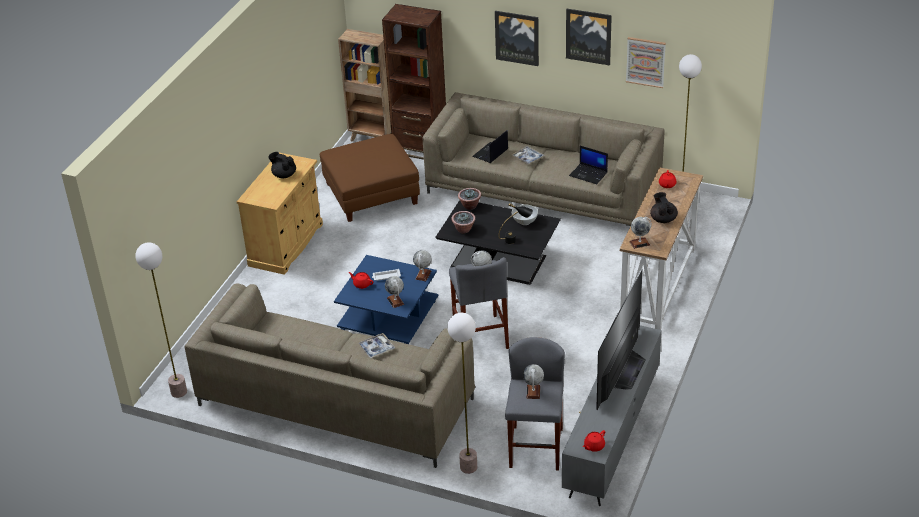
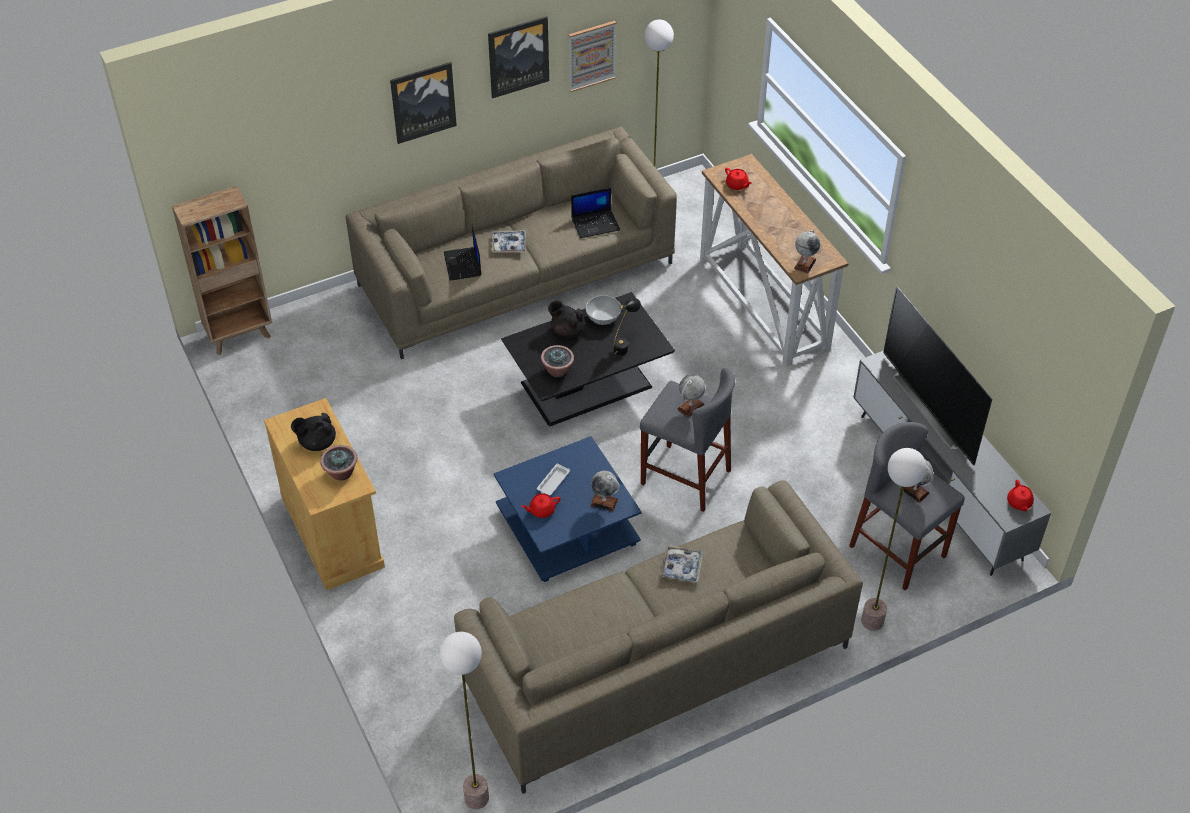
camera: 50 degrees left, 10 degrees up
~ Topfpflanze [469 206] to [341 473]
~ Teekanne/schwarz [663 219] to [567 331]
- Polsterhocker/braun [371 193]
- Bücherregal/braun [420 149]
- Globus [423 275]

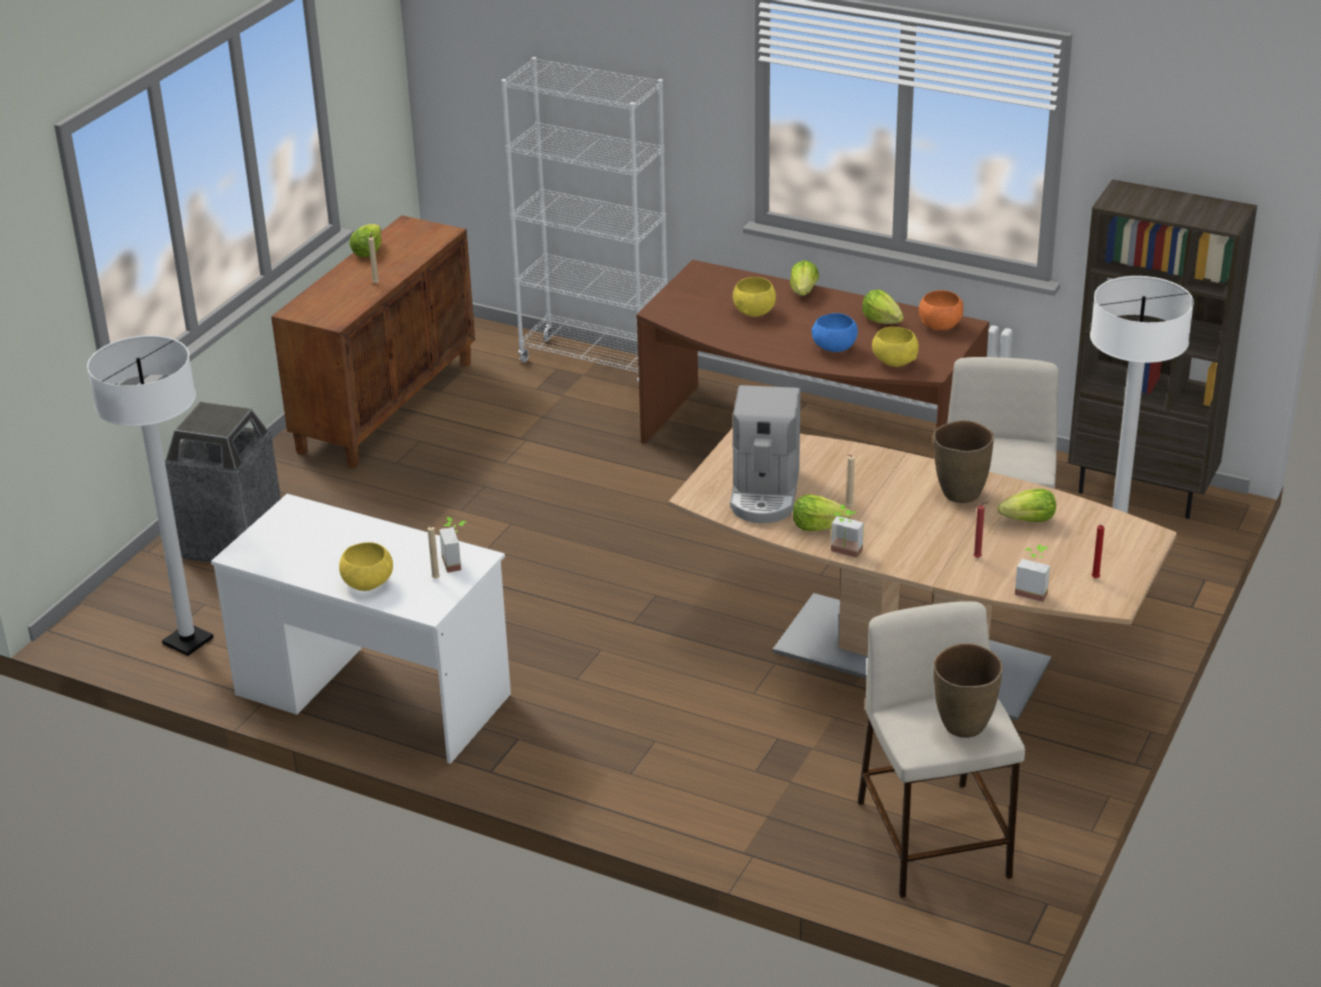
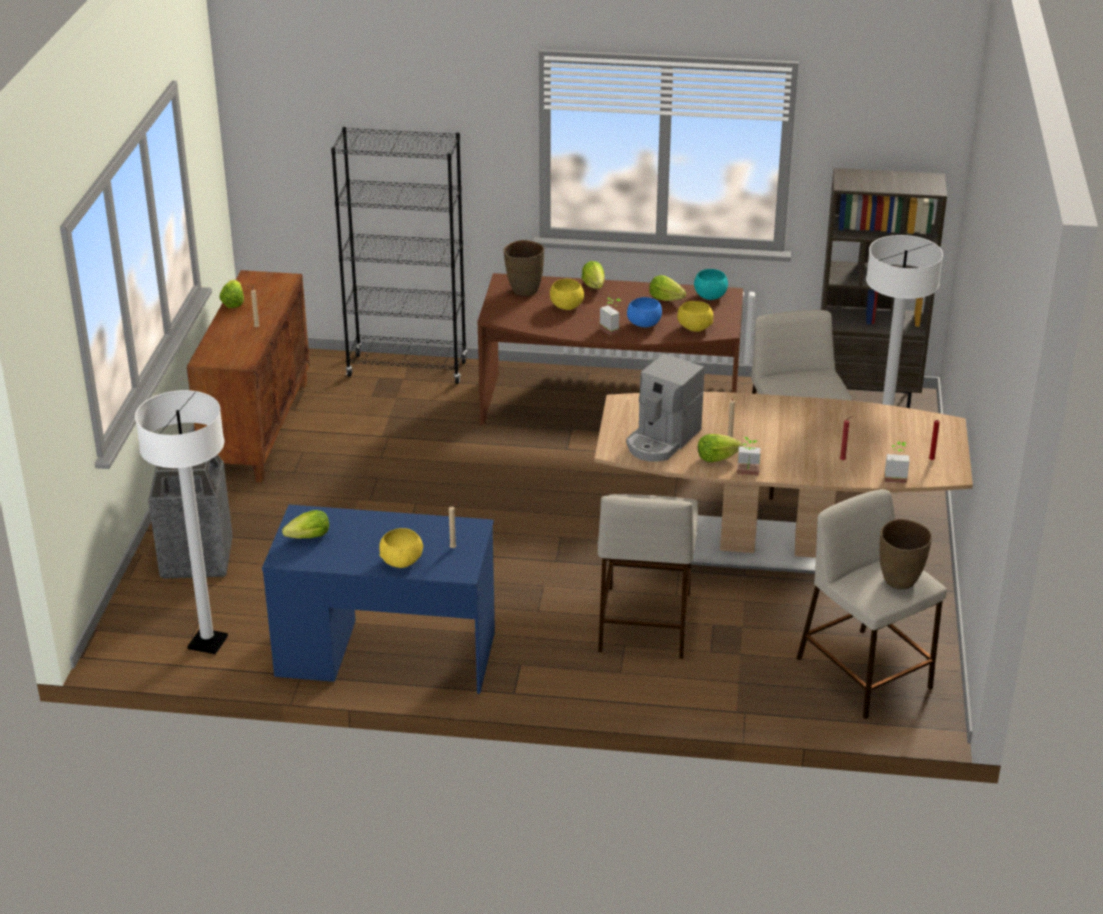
camera: 20 degrees left, 0 degrees up
~ Schreibtisch/weiß [372 695] to Schreibtisch/blau [386 654]
~ Salatkopf [1029 520] to [309 537]
~ Bücherregal/weiß [595 364] to Bücherregal/schwarz [407 369]
~ Vase/braun [960 493] to [524 290]
+ Hocker/beige [644 621]
~ Topfpflanze [457 562] to [612 329]
~ Kaffeemaschine [765 493] = [662 440] 45 degrees clockwise
~ Schüssel/orange [940 325] to Schüssel/türkis [710 296]

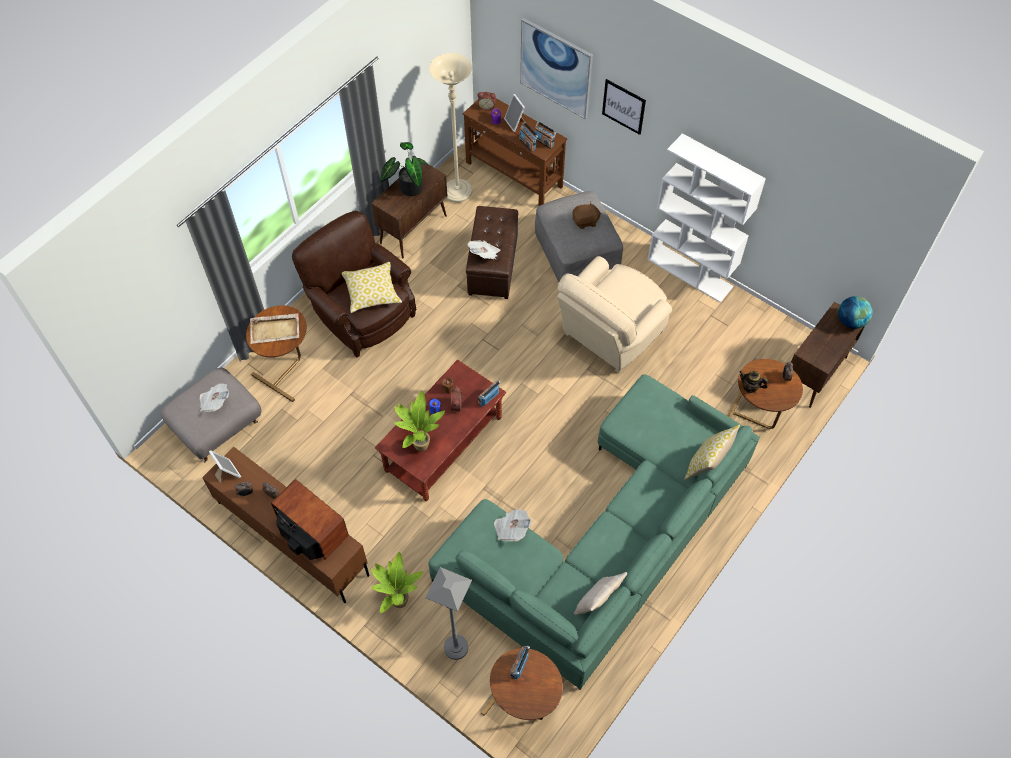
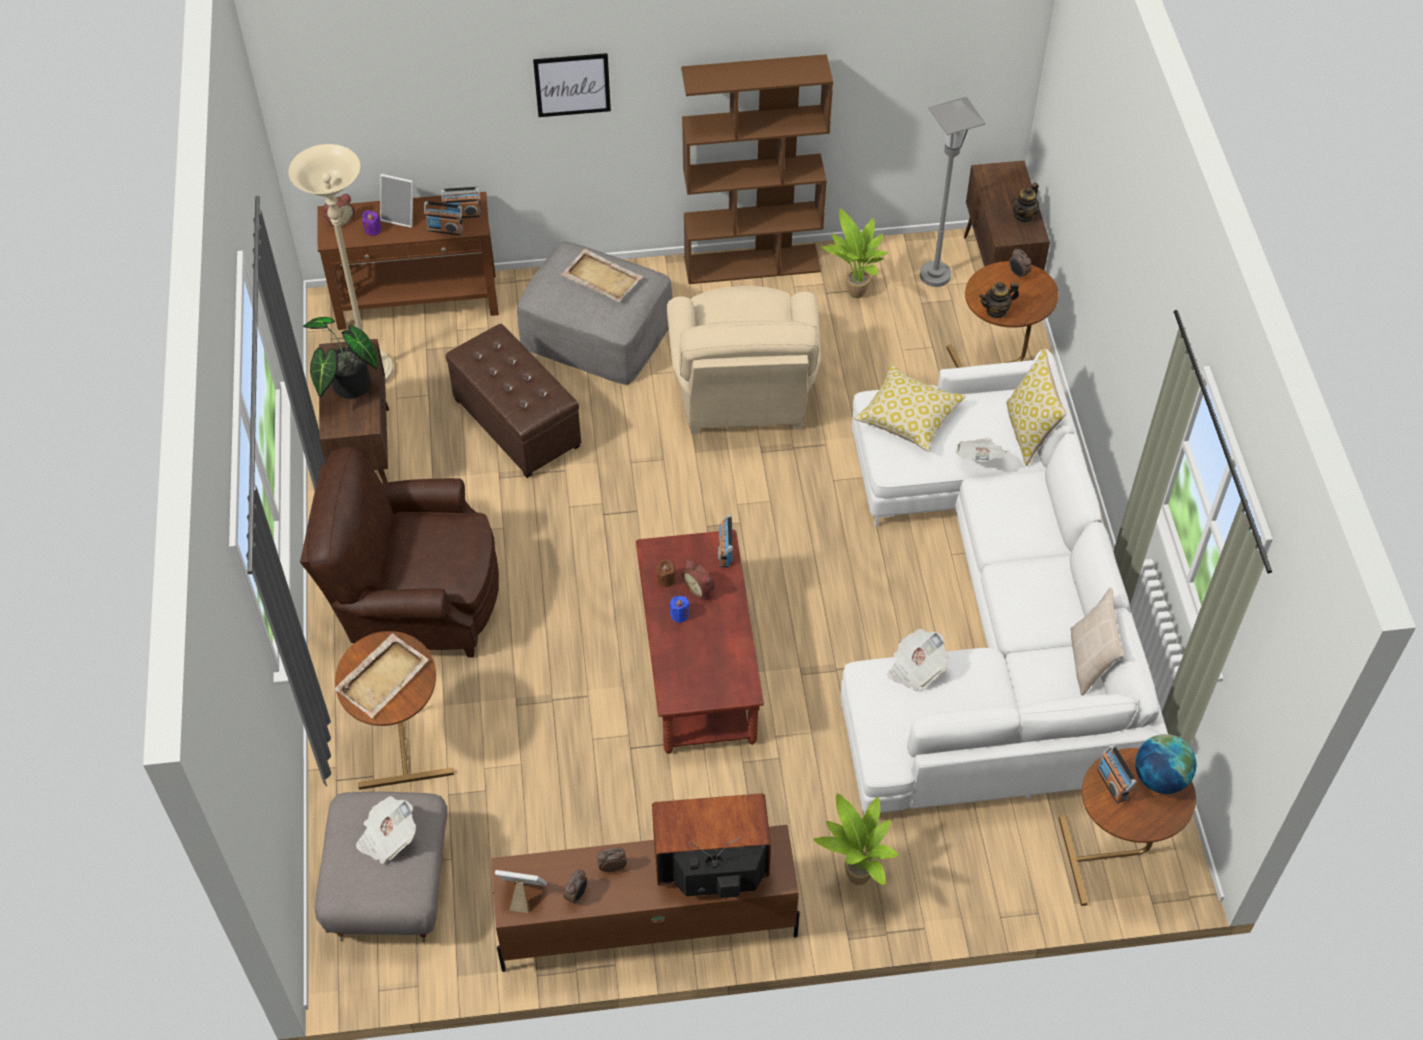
camera: 45 degrees left, 5 degrees down
~ Plüschtier/braun [585 221] to Tablett/beige [601 277]
~ Bücherregal/weiß [690 273] to Bücherregal/braun [752 264]
~ Topfpflanze [419 445] to [853 293]
~ Sofa/grün [603 540] to Sofa/weiß [991 615]
~ Kissen [372 292] to [908 417]
~ Stehlampe/grau [456 647] to [935 275]
~ Zeitung [484 254] to [979 458]
+ Teekanne [1024 216]
~ Globus [850 321] to [1160 778]
- Bild [556 68]

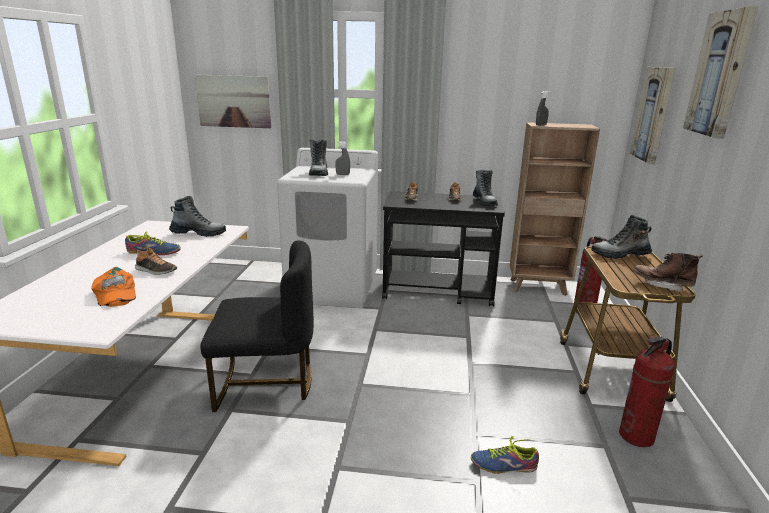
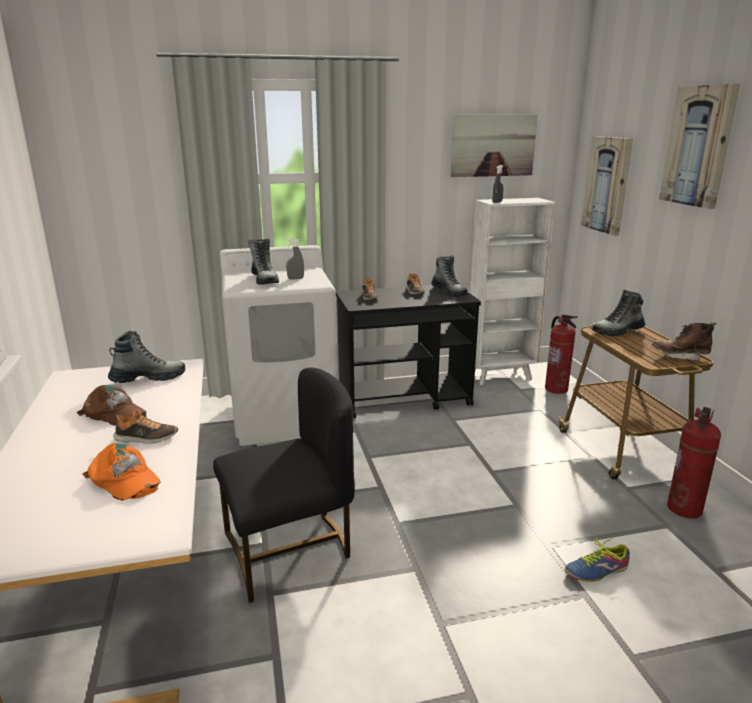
camera: 20 degrees left, 0 degrees up
~ Schuh [154 252] to Kappe/braun [114 413]
~ Bild [234 101] to [493 145]
~ Bücherregal/braun [539 287] to Bücherregal/weiß [501 376]

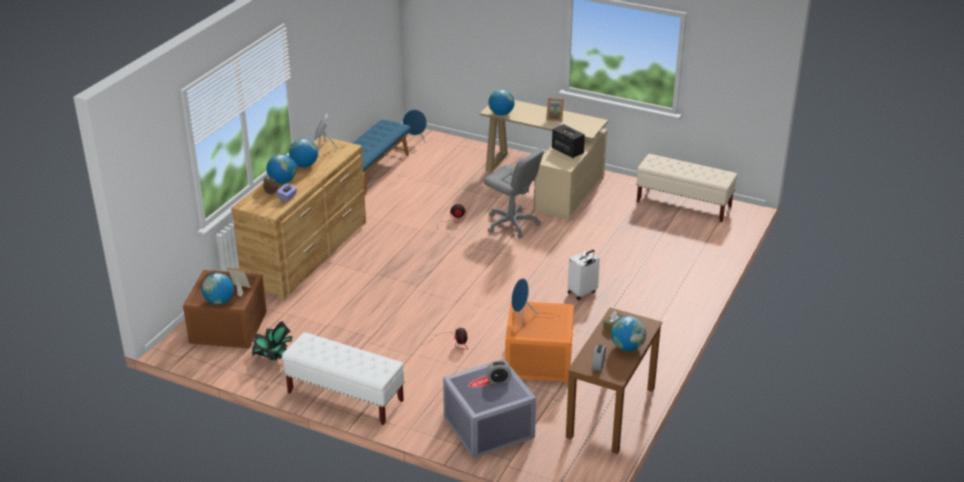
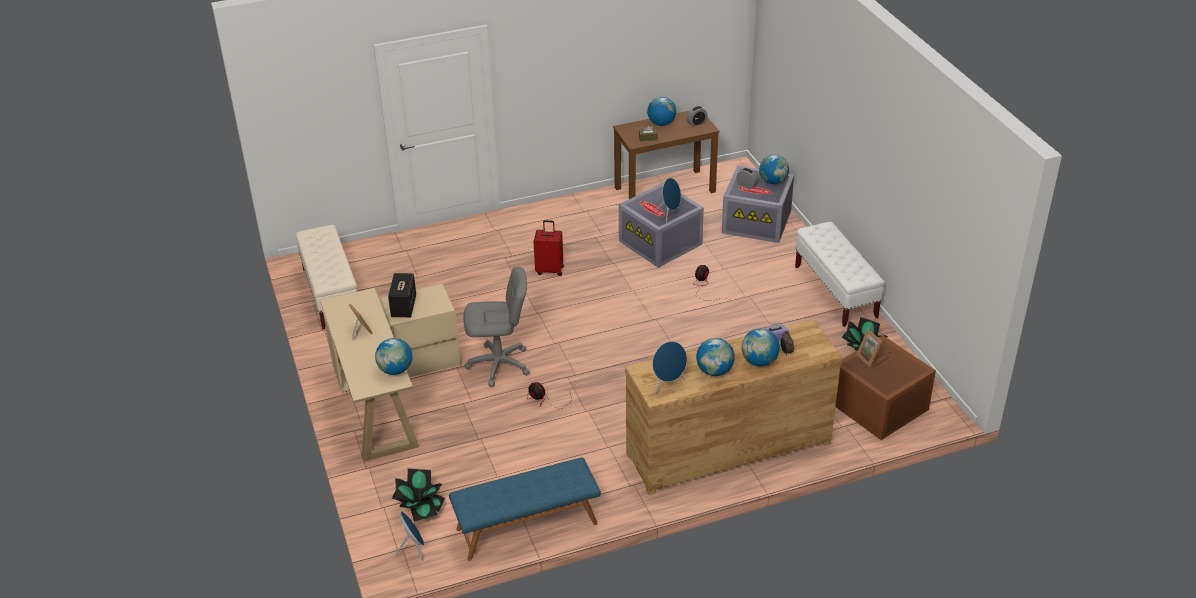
camera: 135 degrees left, 5 degrees up
+ Topfpflanze [420 509]
~ Bürostuhl/grau [512 224] = [499 365] 90 degrees clockwise
~ Koffer/weiß [582 293] to Koffer/rot [550 270]
~ Aufbewahrungsbox/orange [537 360] to Aufbewahrungsbox/grau [661 242]
~ Globus [219 301] to [773 181]

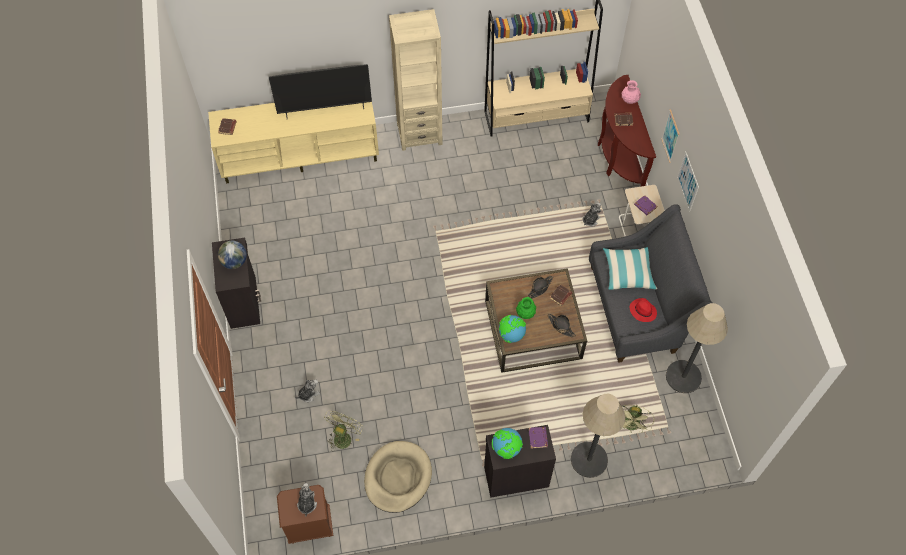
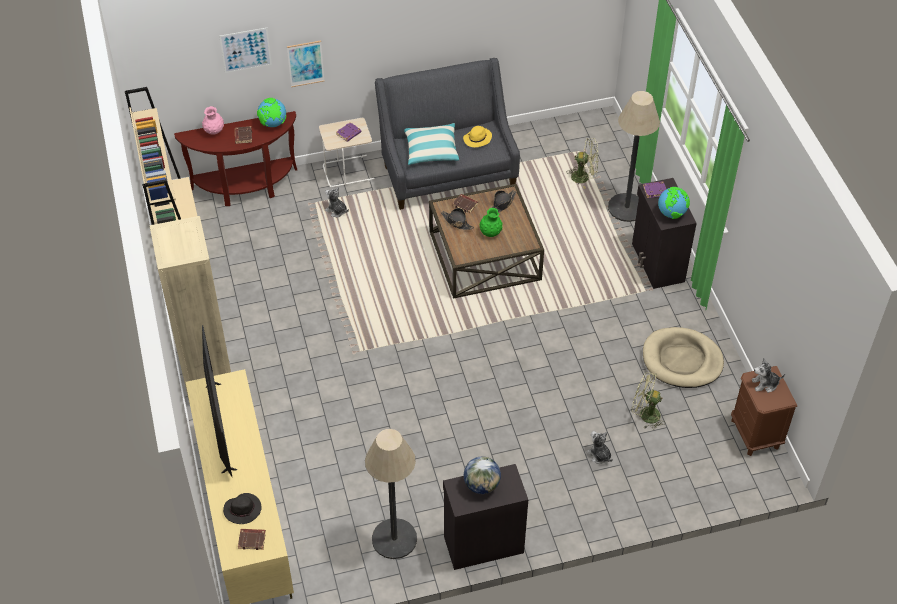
camera: 95 degrees left, 10 degrees down
~ Bild [688 181] to [245 50]
+ Hut/schwarz [243 509]
~ Globus [511 335] to [273 124]
~ Stehlampe [683 376] to [394 539]
~ Hut/rot [642 311] to Hut/gelb [477 139]

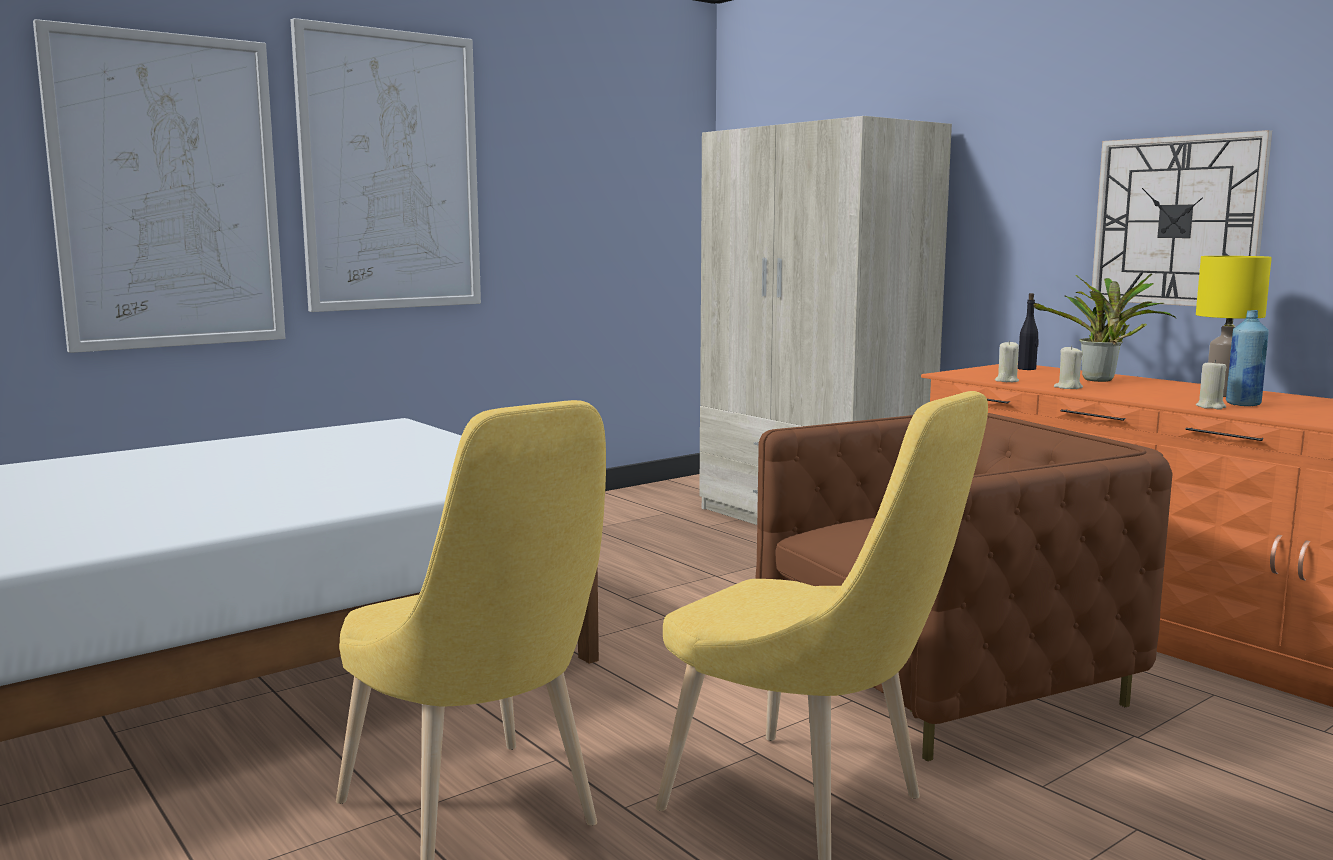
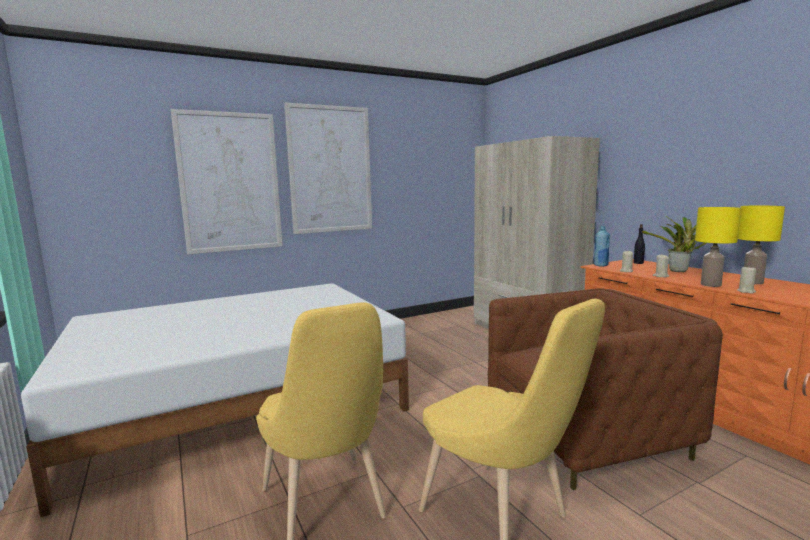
camera: 10 degrees right, 0 degrees up
~ Flasche/blau [1243 404] to [600 265]
+ Tischlampe/gelb [710 285]
- Wanduhr [1176 221]

